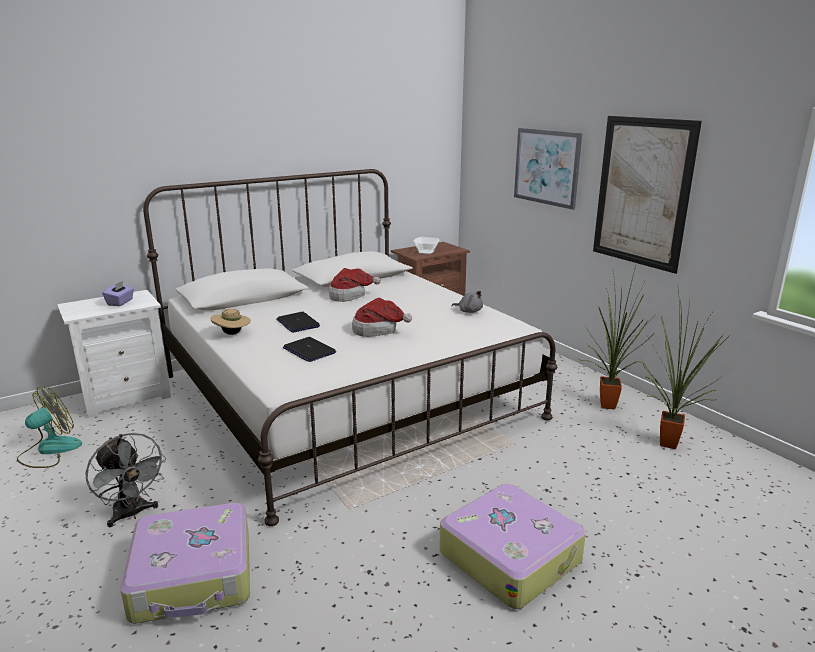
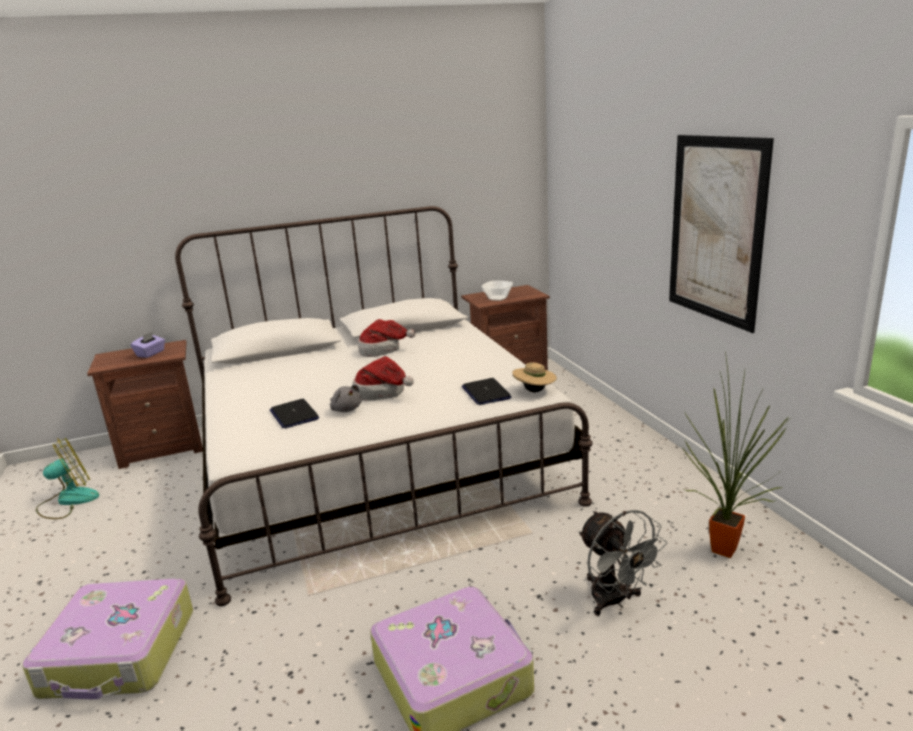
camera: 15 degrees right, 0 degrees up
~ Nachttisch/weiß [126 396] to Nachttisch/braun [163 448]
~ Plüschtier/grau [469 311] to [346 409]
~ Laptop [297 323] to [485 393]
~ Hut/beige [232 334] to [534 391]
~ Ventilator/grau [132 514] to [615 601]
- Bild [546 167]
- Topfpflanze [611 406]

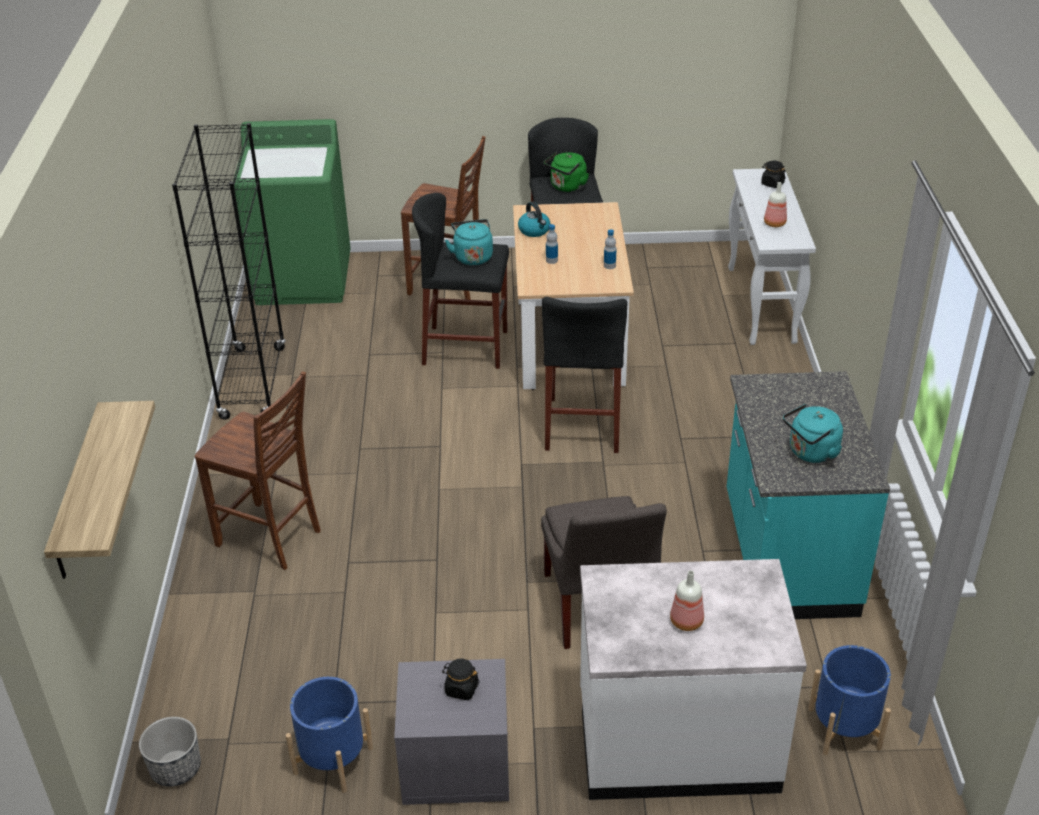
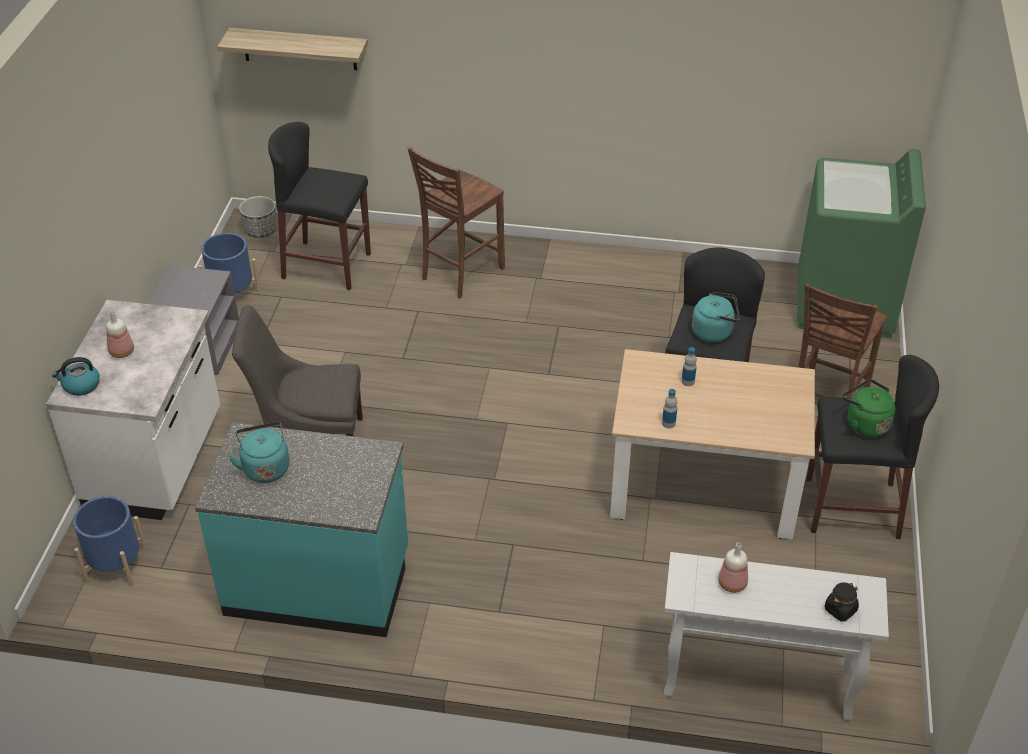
camera: 100 degrees right, 5 degrees up
~ Wasserkessel [534 230] to [81 386]
~ Hocker/schwarz [583 424] to [327 266]
- Bücherregal/schwarz [253 383]
- Vorratsglas/schwarz [461 689]

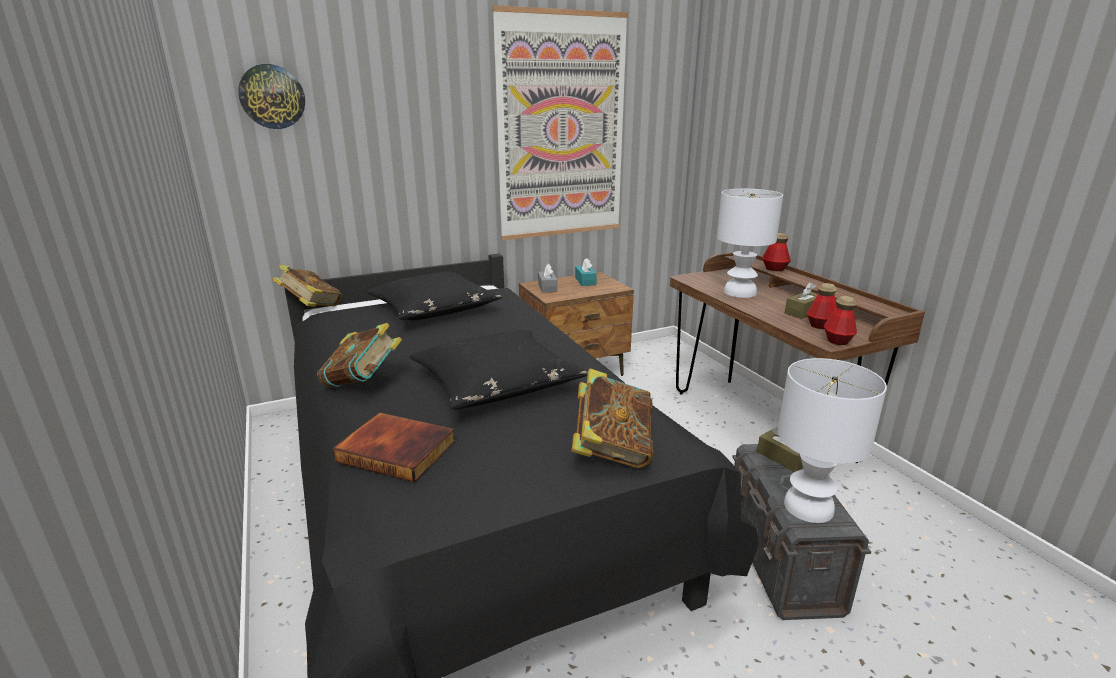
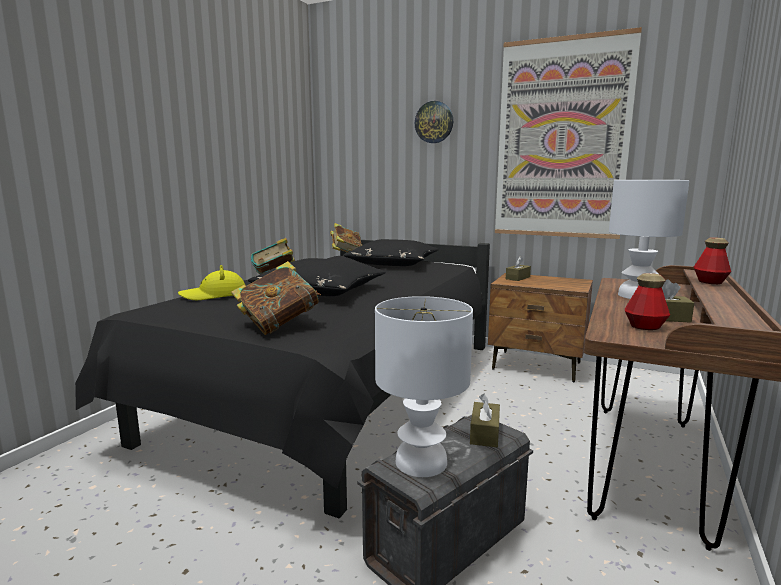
camera: 50 degrees right, 10 degrees down
~ Buch [398 450] to Hut/gelb [214 295]
~ Wanduhr [272 97] to [434 122]
~ Taschentuchbox/grau [547 287] to Taschentuchbox/braun [517 278]
- Taschentuchbox/türkis [585 281]
- Flasche [837 341]

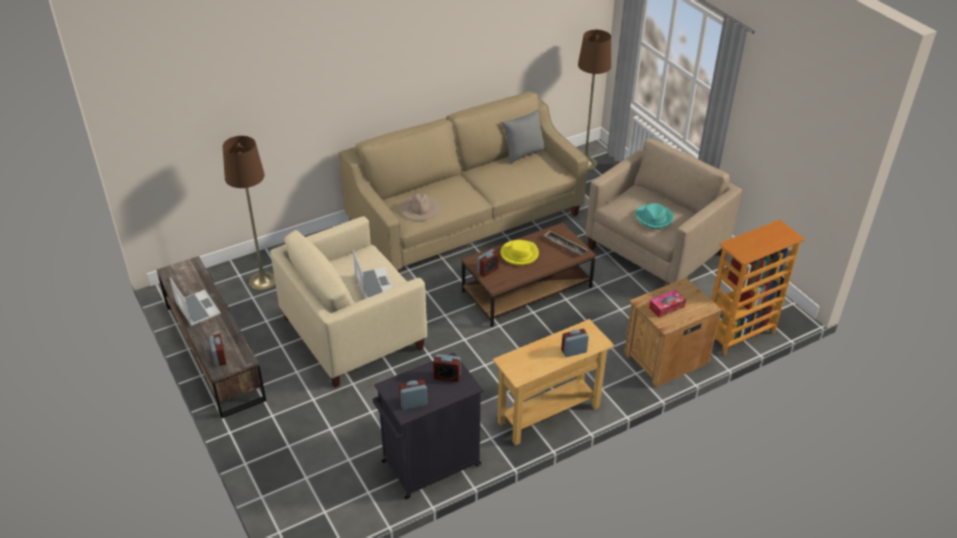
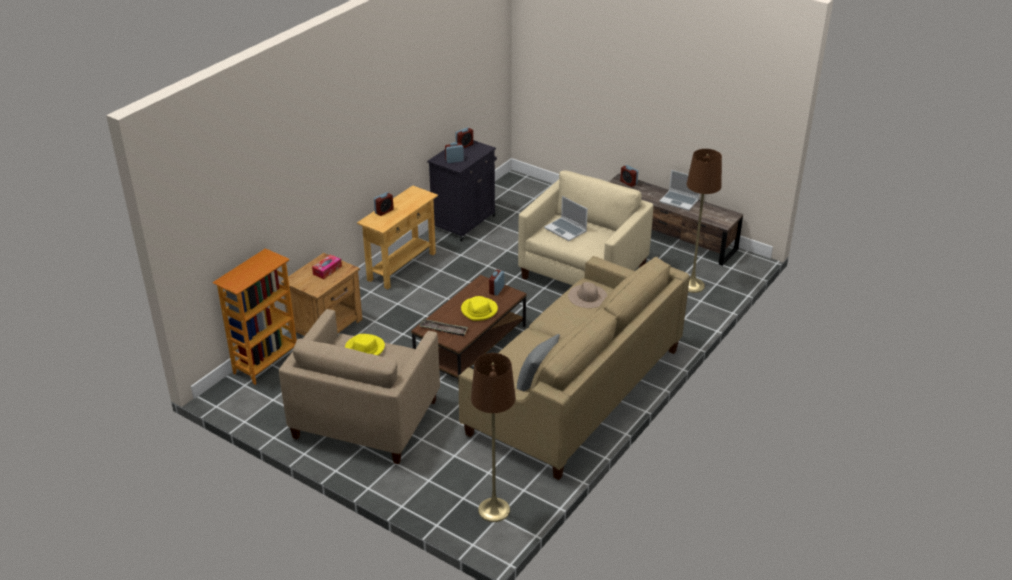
camera: 155 degrees right, 5 degrees down
~ Hut/türkis [654 218] to Hut/gelb [364 349]

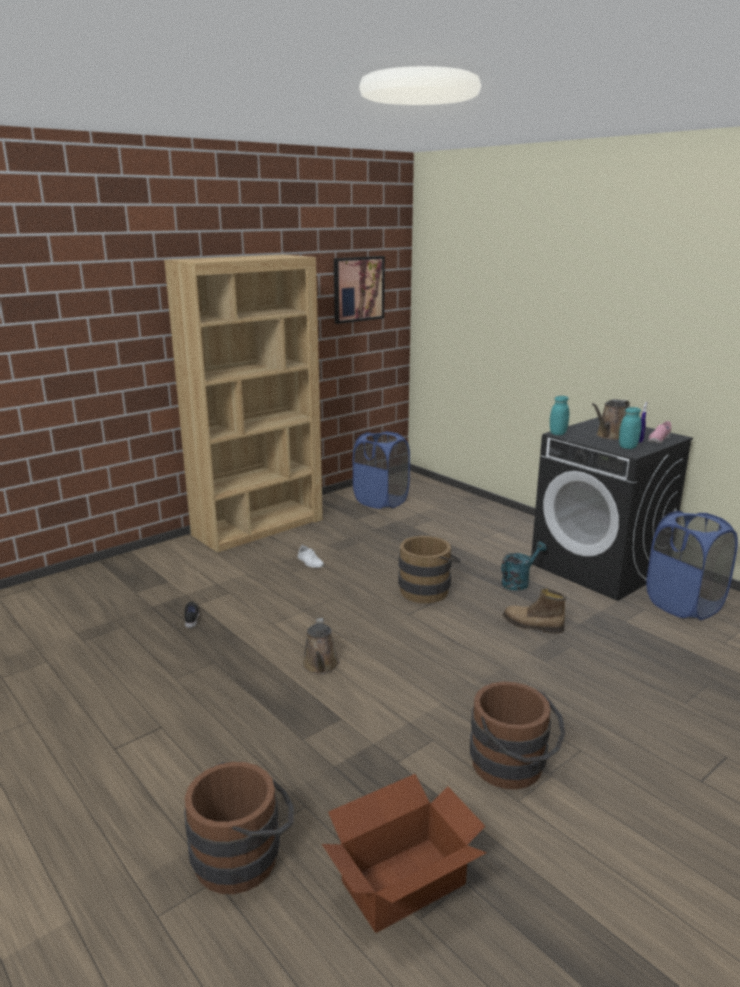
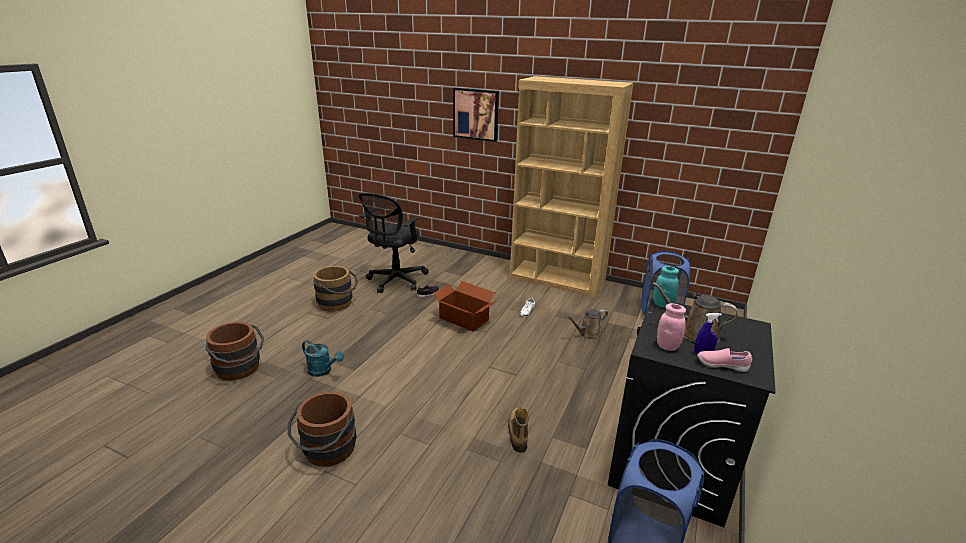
camera: 65 degrees right, 5 degrees up
~ Gießkanne/türkis [518 582] to [323 371]
~ Eimer/braun [427 589] to [338 304]
+ Bürostuhl/schwarz [395 281]
~ Karton [402 882] to [464 318]
~ Bild [358 289] to [475 114]
~ Gießkanne/braun [320 666] to [588 334]
~ Vorratsglas/türkis [628 447] to Vorratsglas/rosa [667 346]

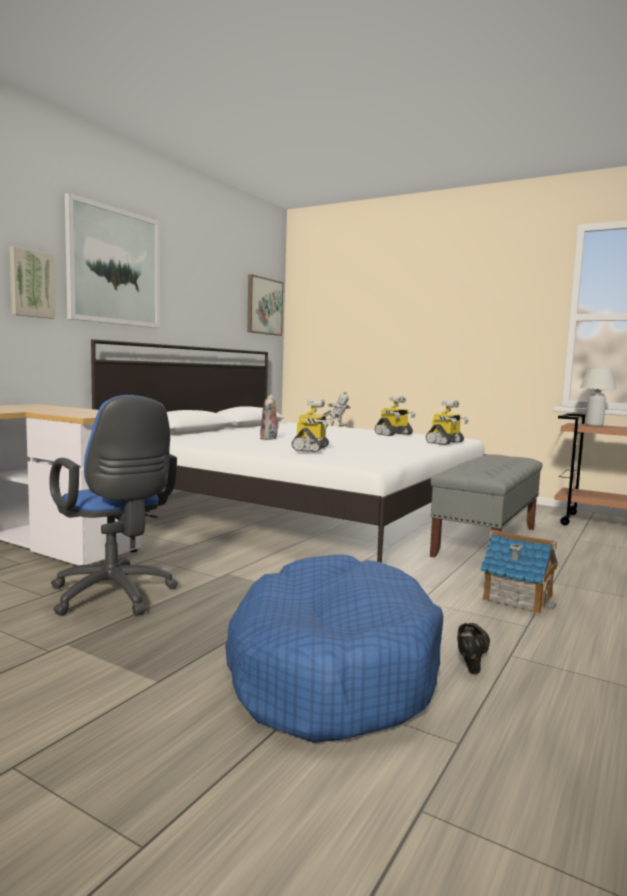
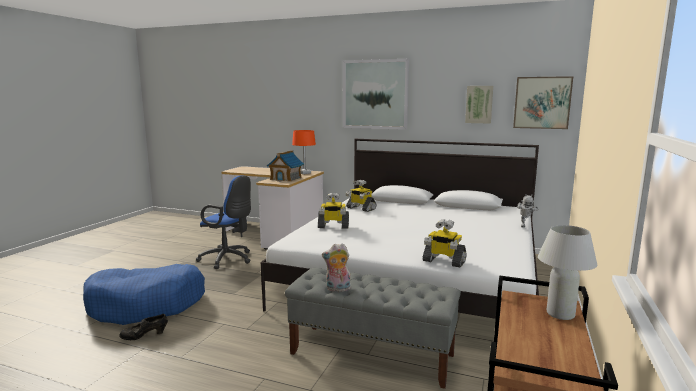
camera: 80 degrees right, 5 degrees up
~ Schuh/schwarz [471 658] = [144 336] 150 degrees clockwise
~ Bürostuhl/blau [115 597] = [228 259] 105 degrees counterclockwise
~ Spielzeughaus [517 598] to [286 178]
+ Tischlampe/orange [304 173]
~ Plüschtier [269 439] to [337 289]
~ Spielzeugroboter [394 434] to [360 208]
~ Bild [31 284] to [479 104]

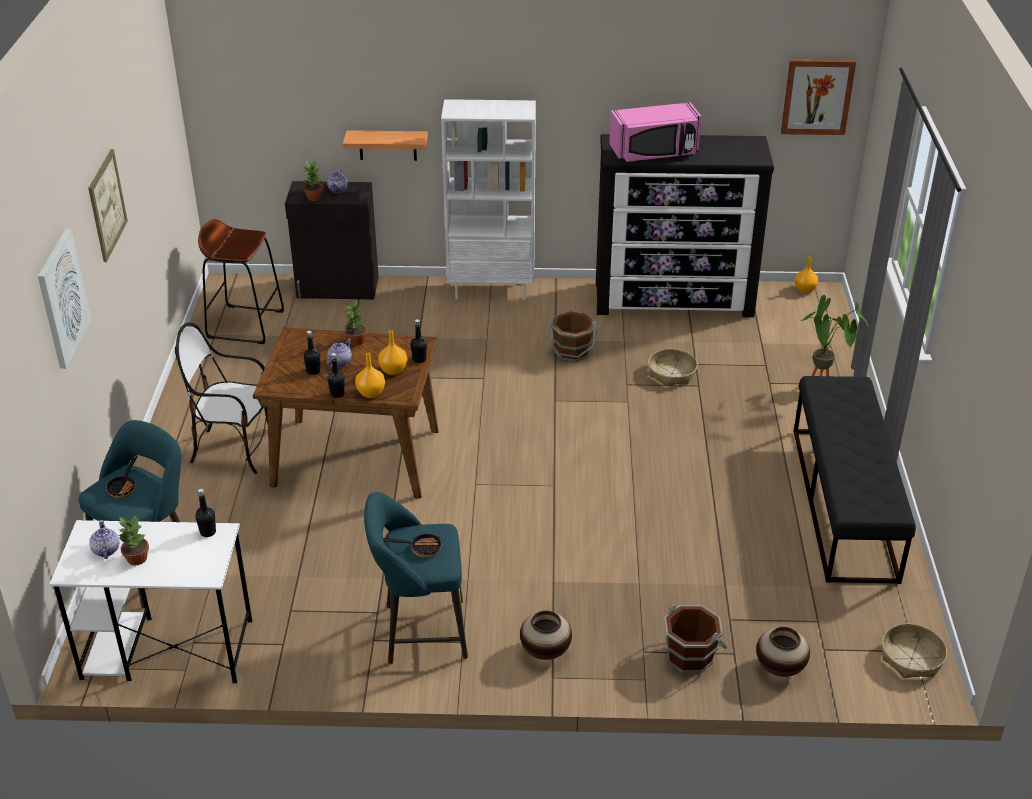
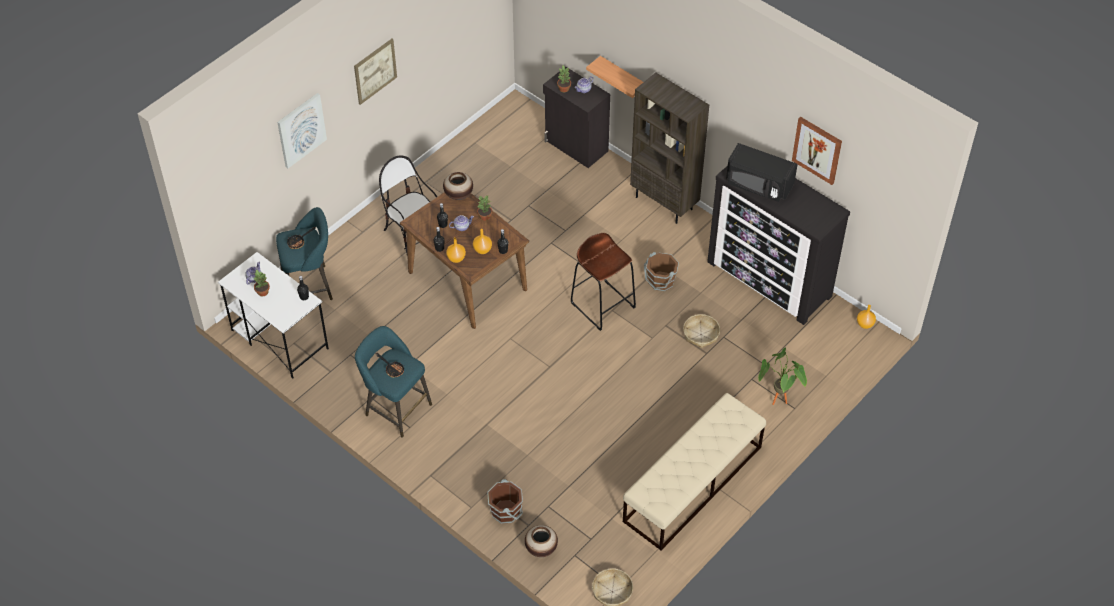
camera: 40 degrees right, 15 degrees up
~ Vase [545 651] to [458 195]
~ Hocker/braun [245 324] to [603 305]
~ Bank/schwarz [844 503] to Bank/beige [692 484]
~ Bücherregal/weiß [492 290] to Bücherregal/braun [665 203]
~ Mikrowelle/rosa [654 153] to Mikrowelle/schwarz [758 185]
~ Bild [817 96] to [817 150]

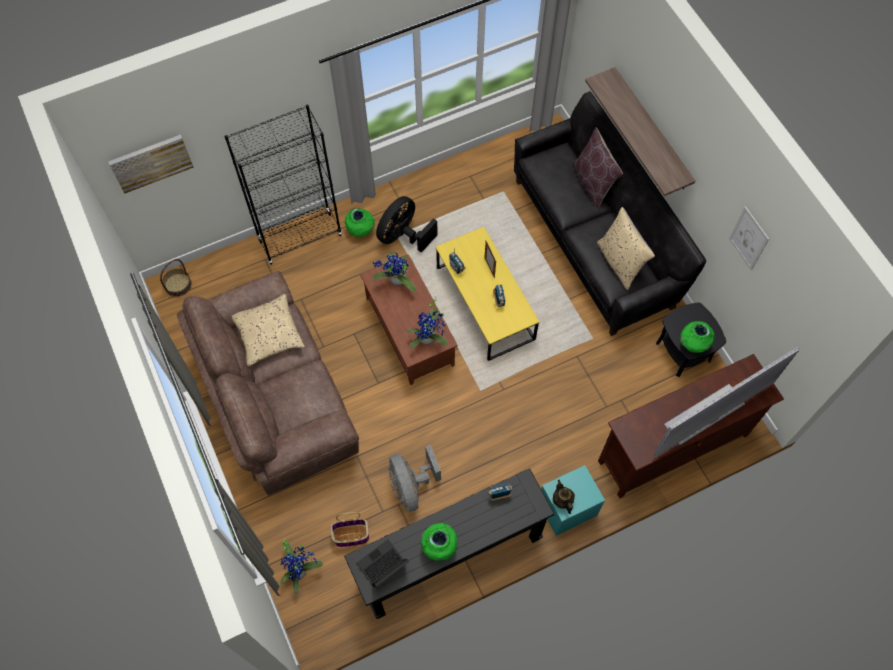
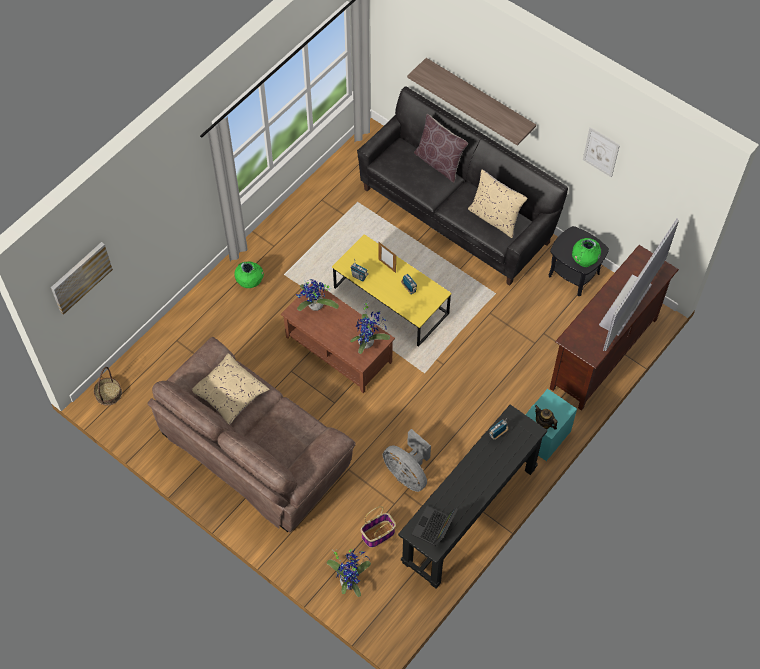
camera: 25 degrees left, 5 degrees down
- Bücherregal/schwarz [300 238]
- Ventilator/schwarz [403 236]
- Vase/grün [439 546]

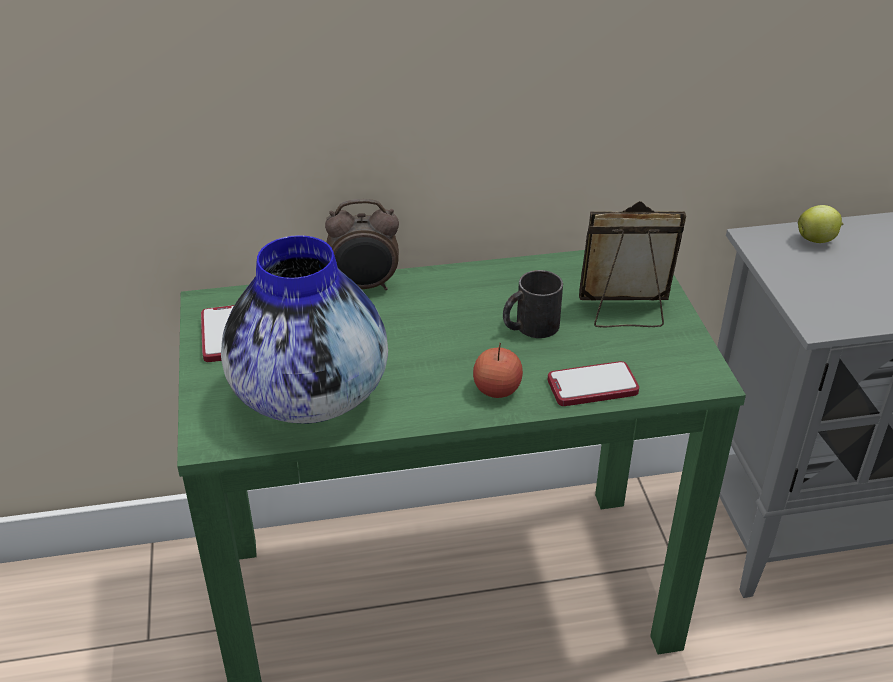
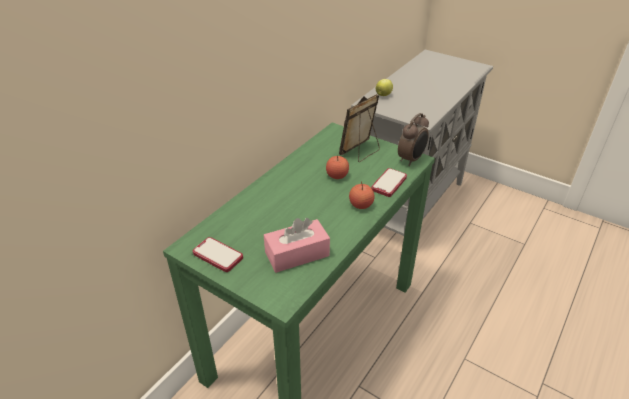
camera: 45 degrees left, 0 degrees up
~ Vase [311 396] to Taschentuchbox/rosa [297 254]
~ Henkelbecher/schwarz [529 327] to Apfel [337 176]
~ Wecker [364 286] to [411 159]

